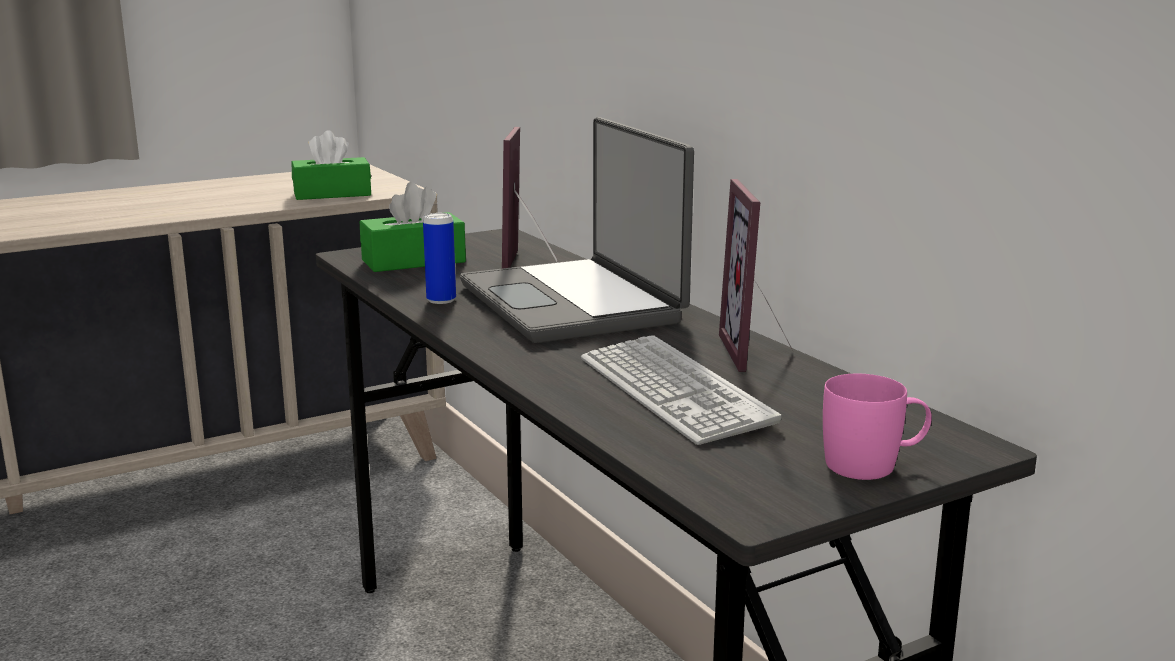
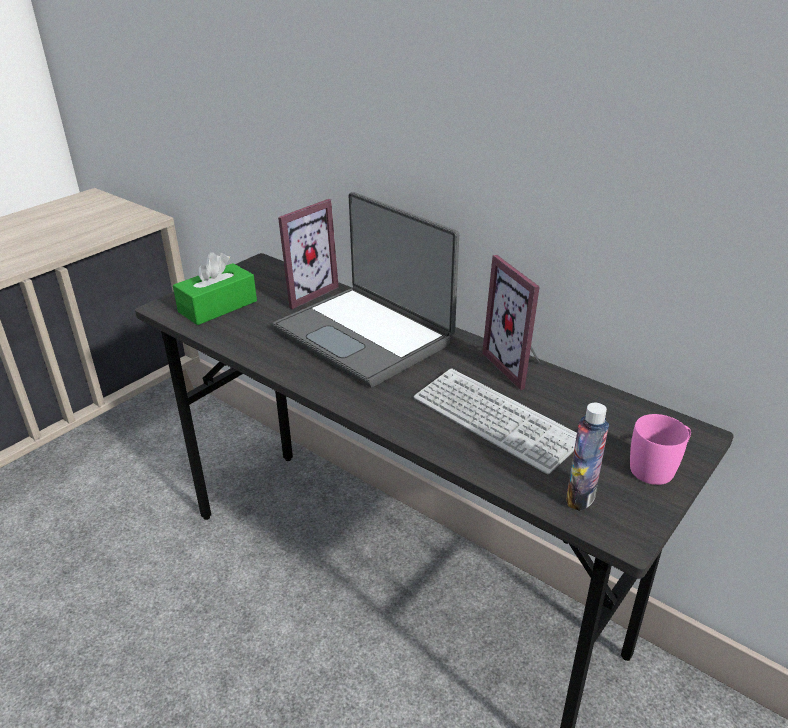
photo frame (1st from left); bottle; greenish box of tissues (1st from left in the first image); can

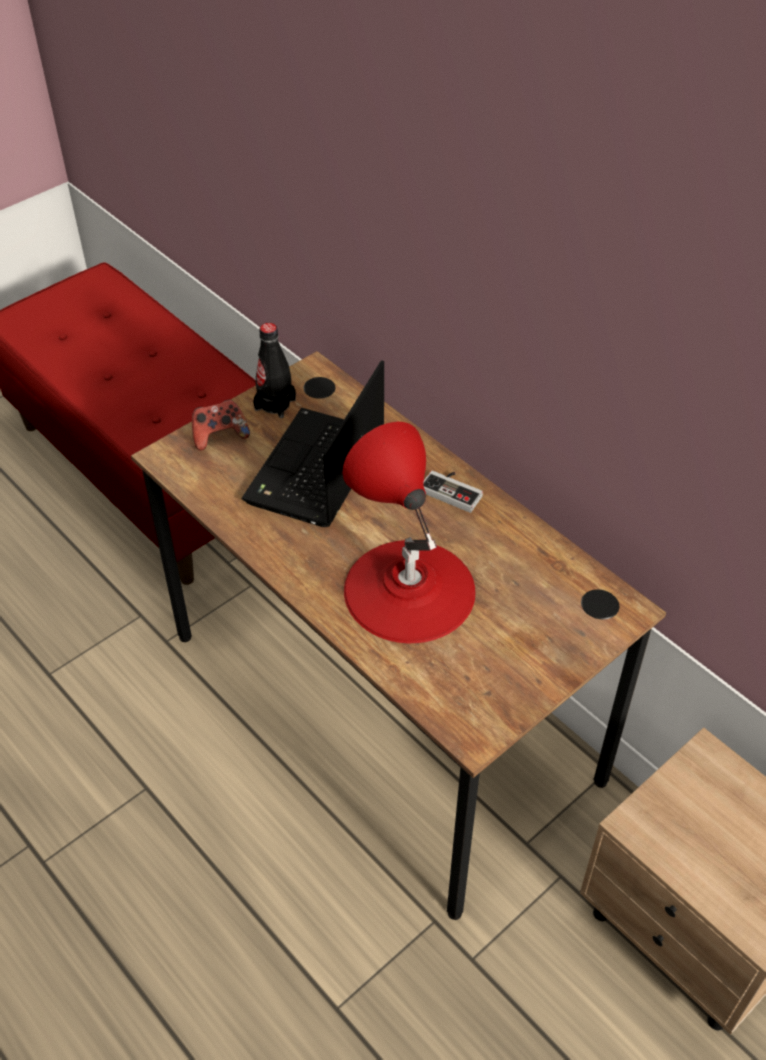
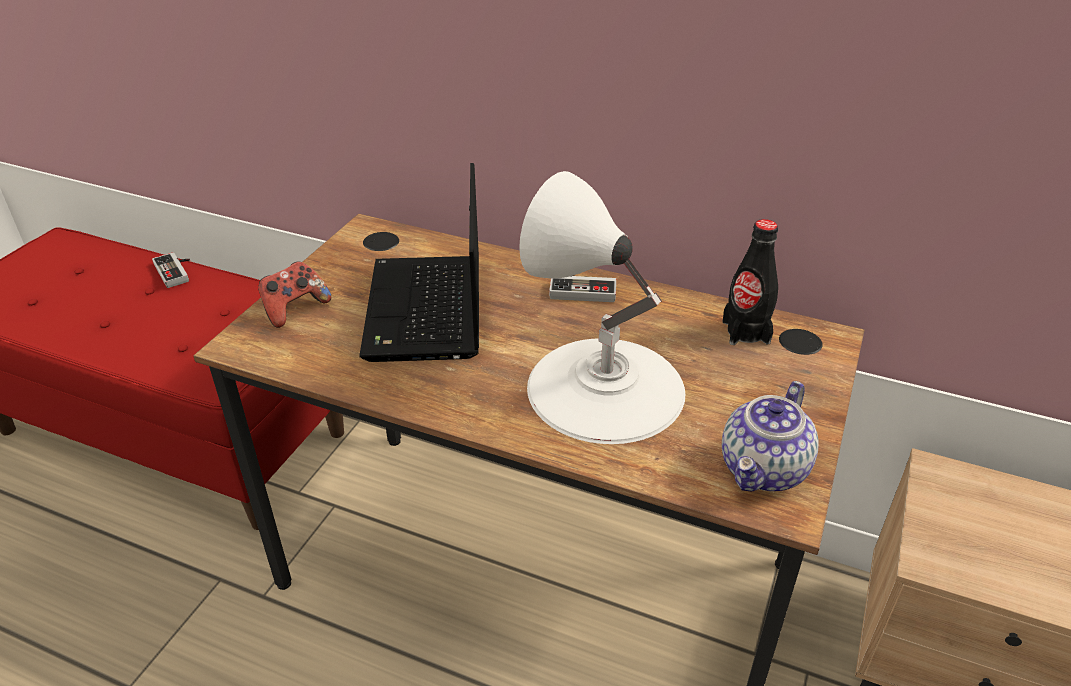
game controller (1st from left); whitish table lamp; black bottle; teapot

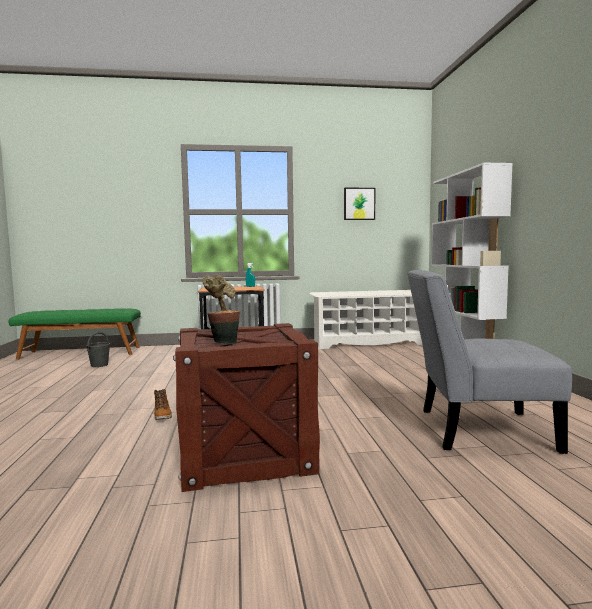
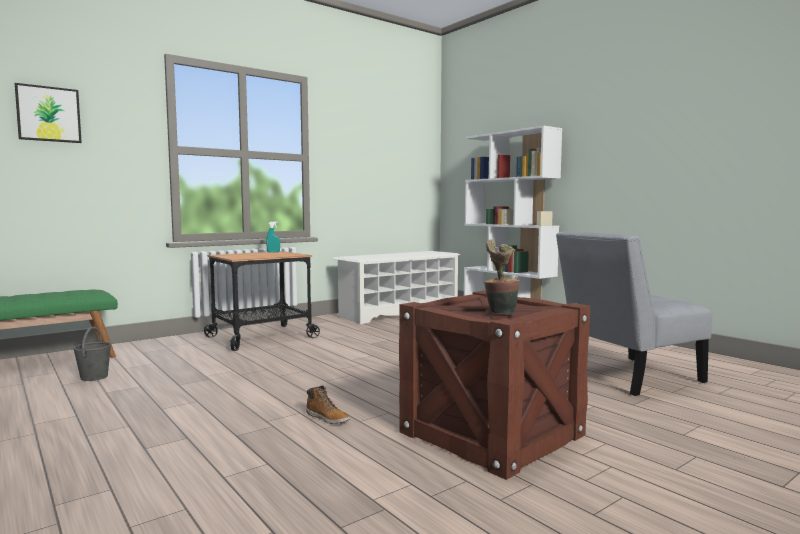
picture

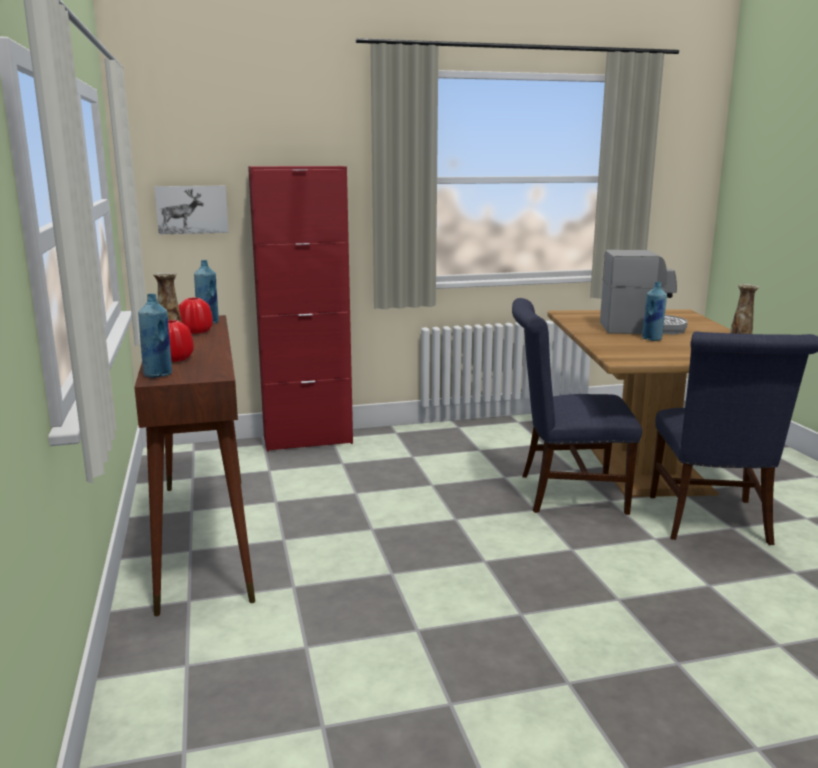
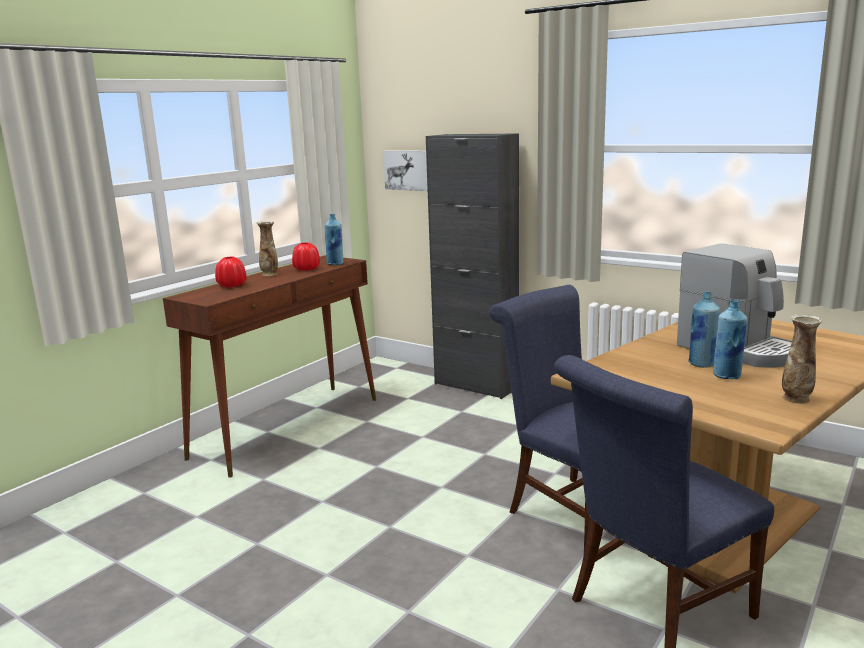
black cabinet; bluish bottle (3rd from left)

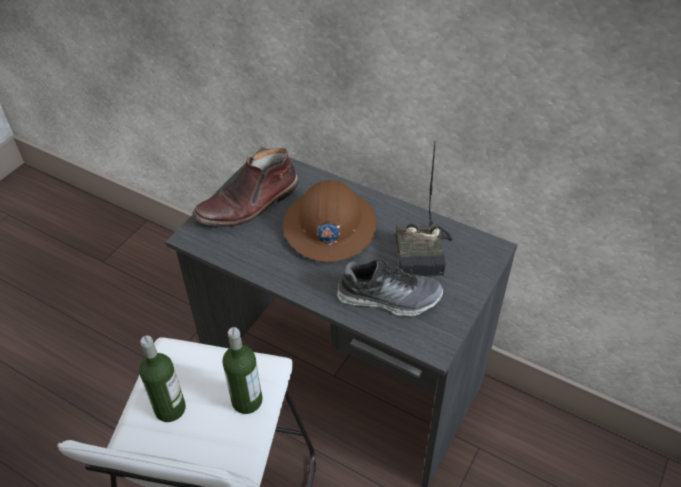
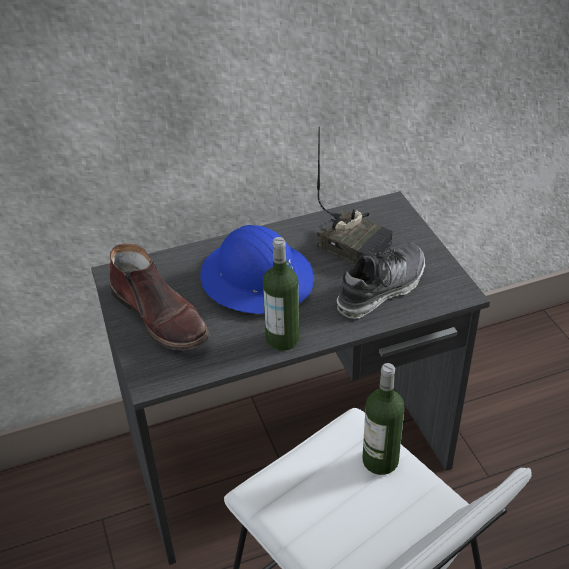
brown high-top boot; bluish hard hat; bottle (1st from left)

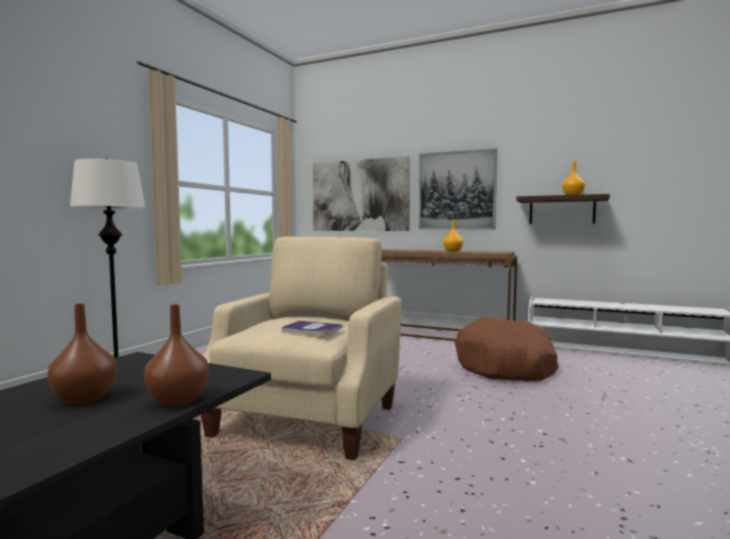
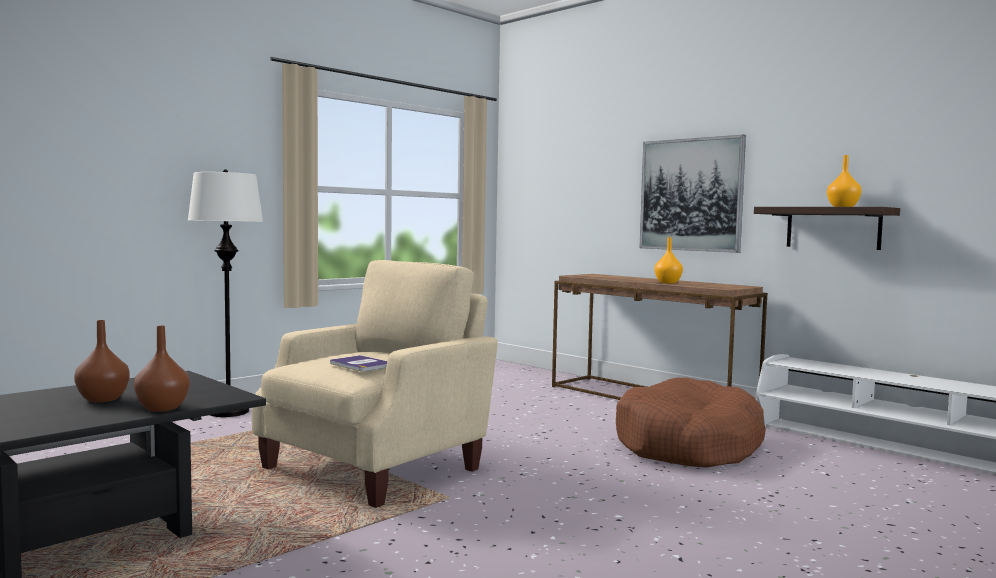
picture (1st from left in the first image)

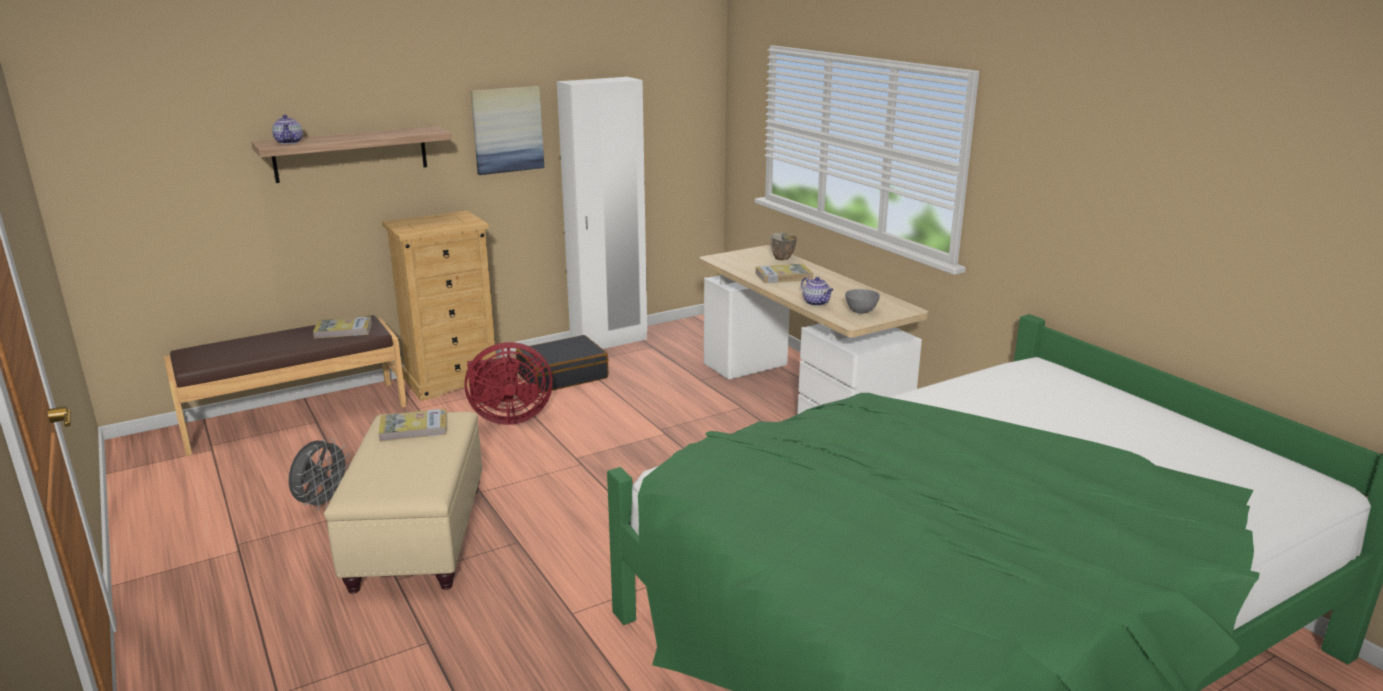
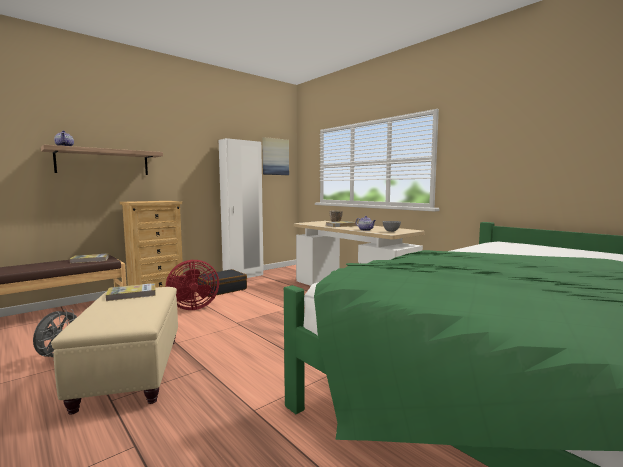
picture

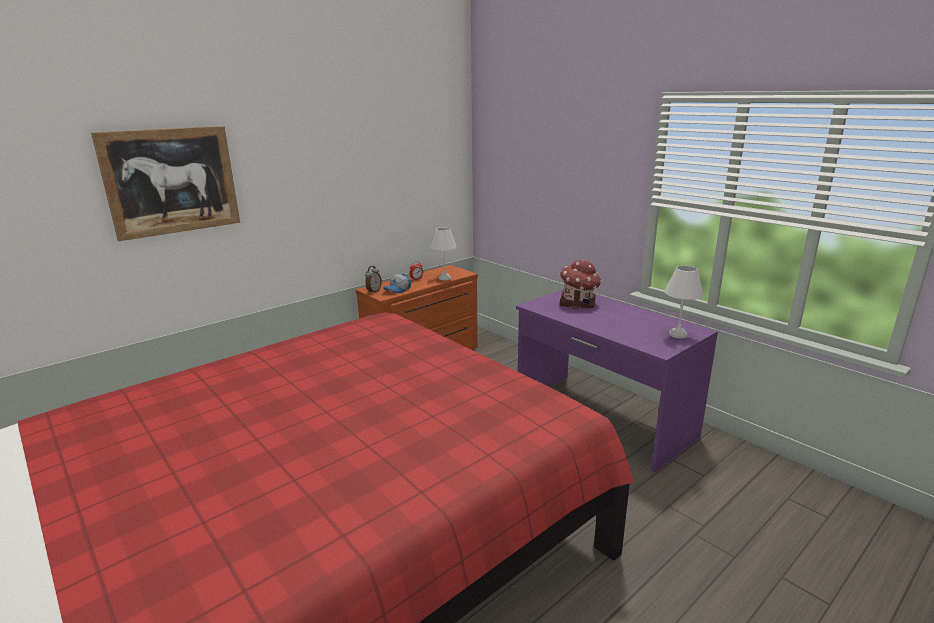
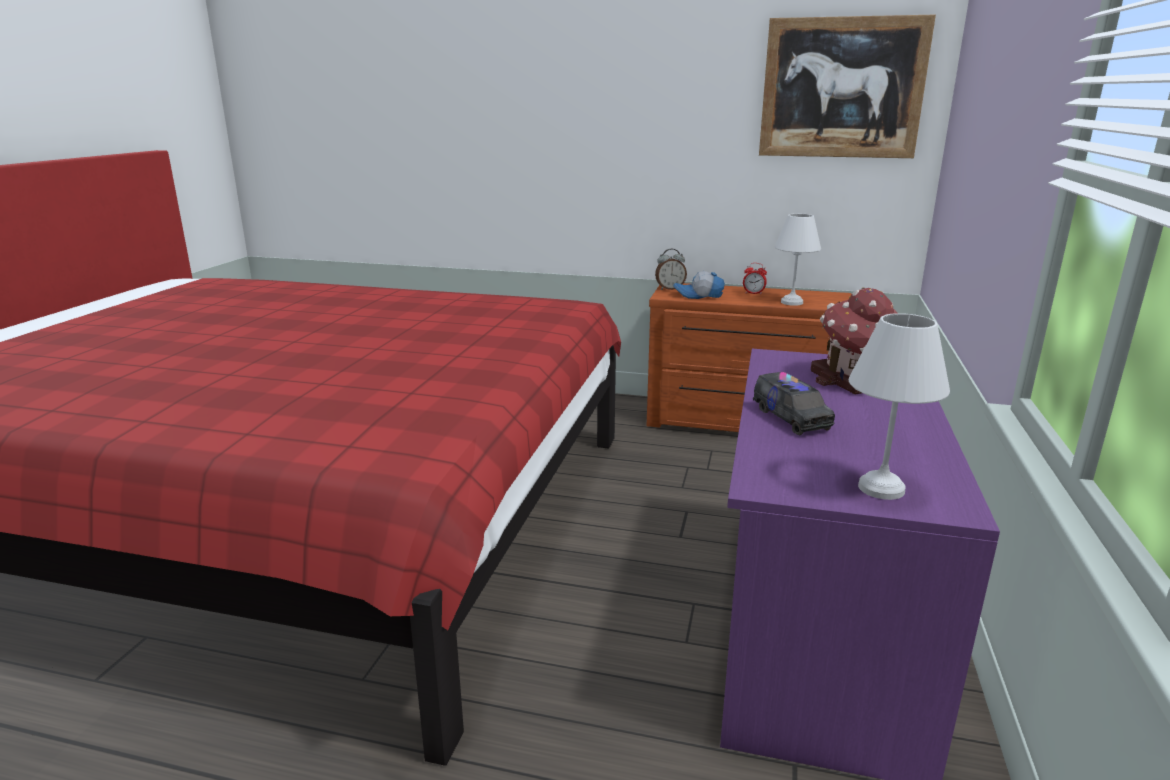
toy lorry; picture

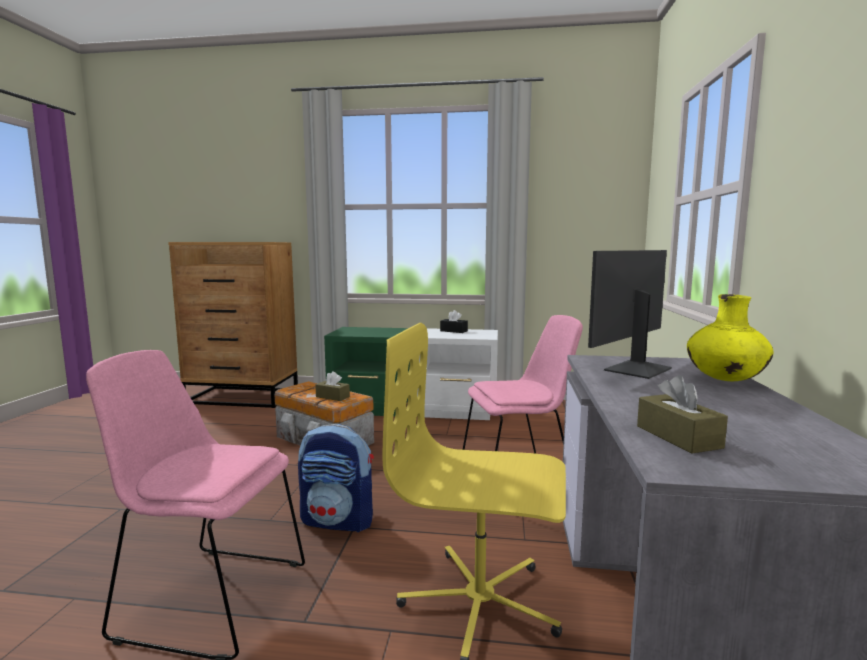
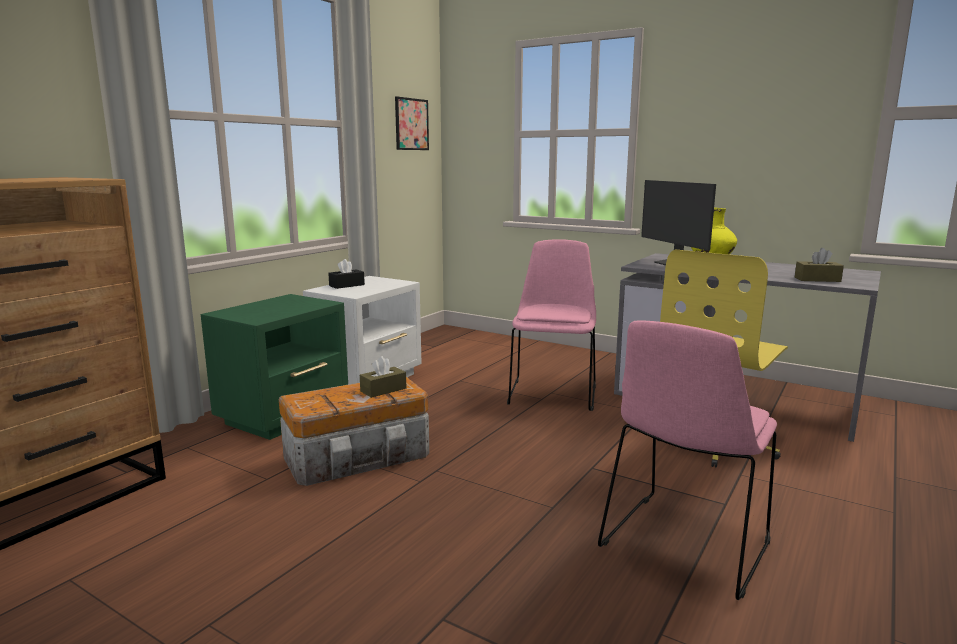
picture; backpack

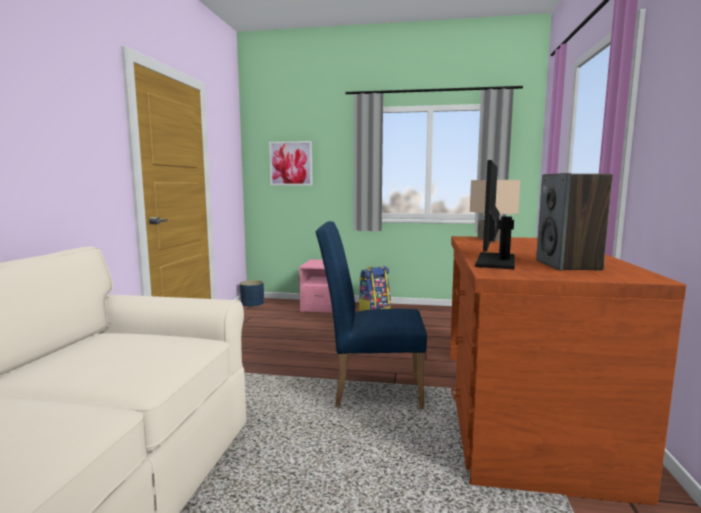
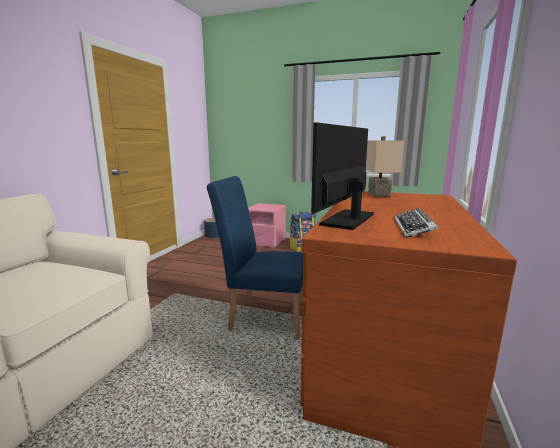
computer keyboard; picture

